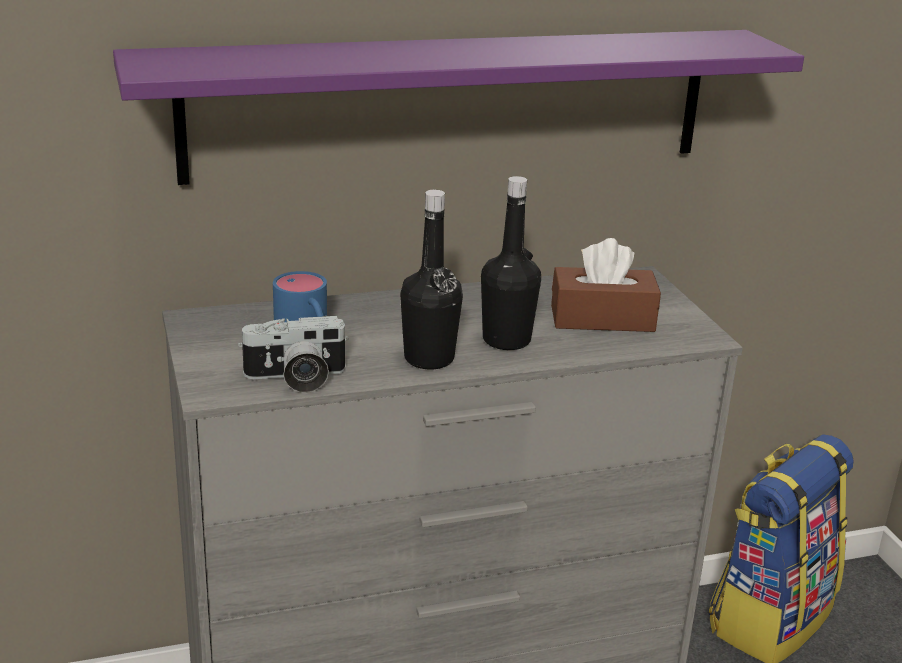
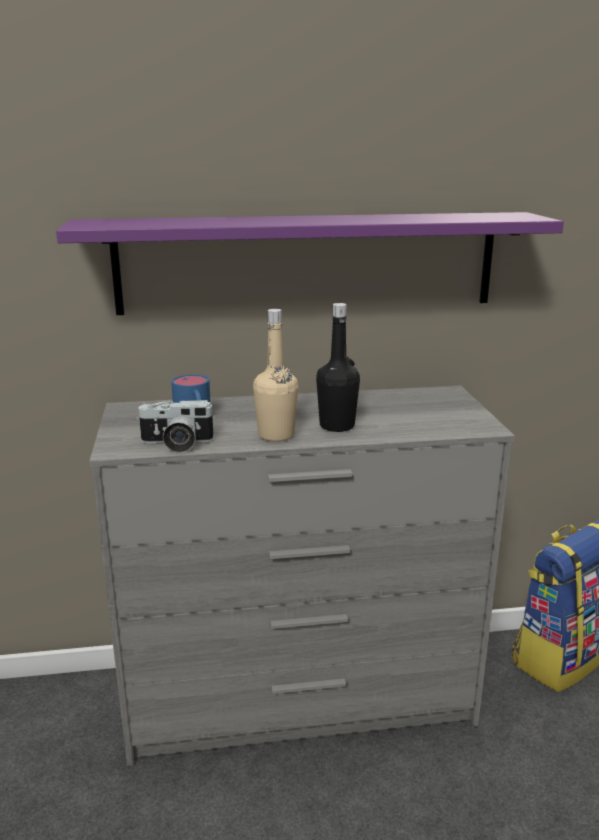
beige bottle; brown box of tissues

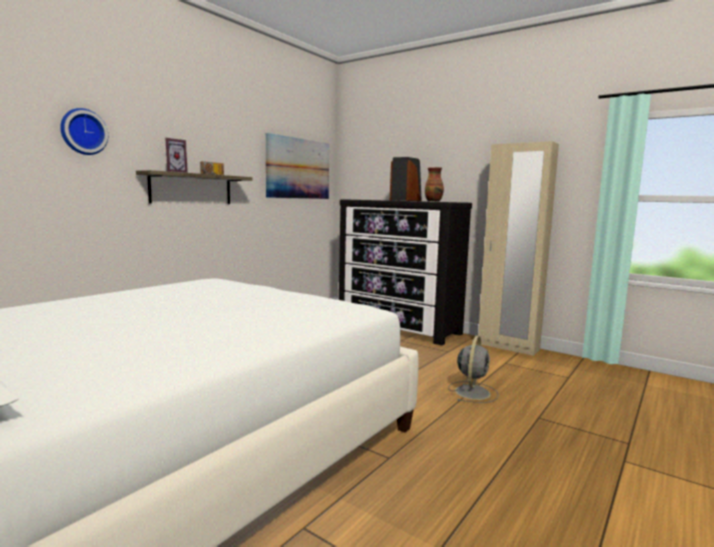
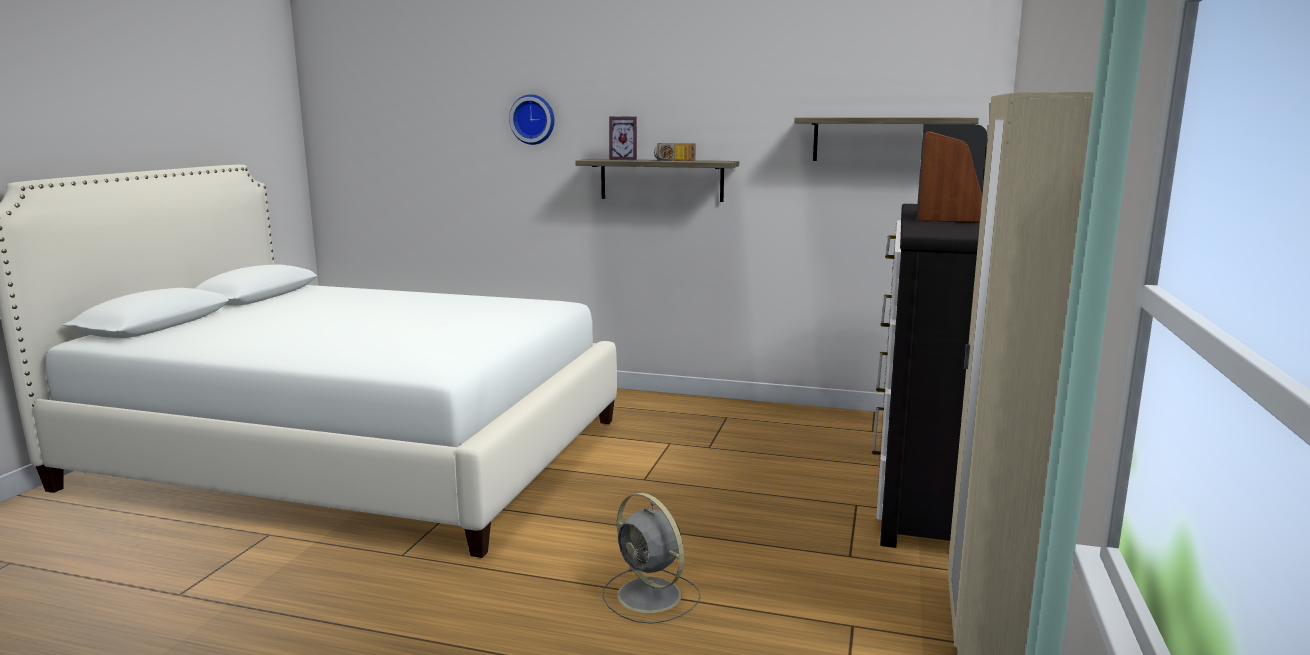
gray cooling fan; wall shelf (2nd from left); flower vase

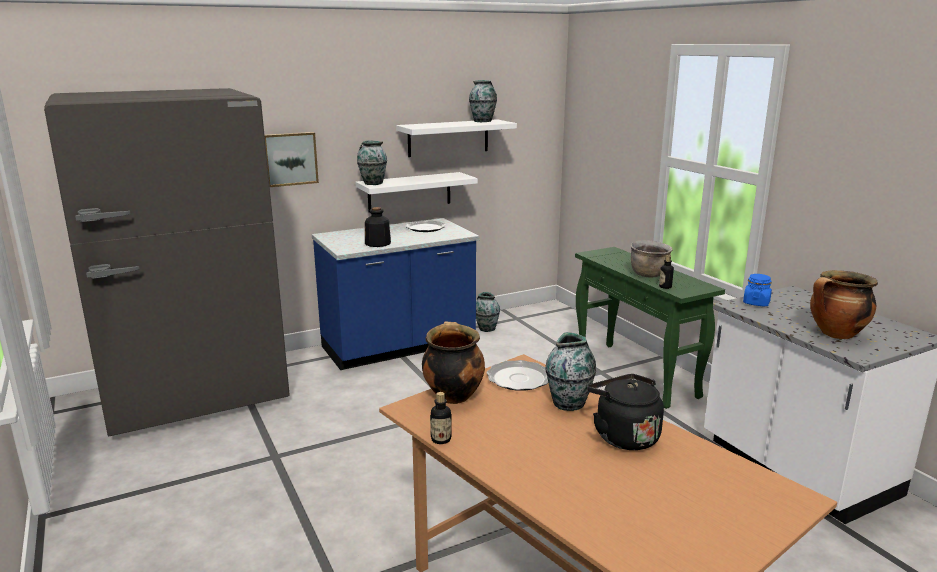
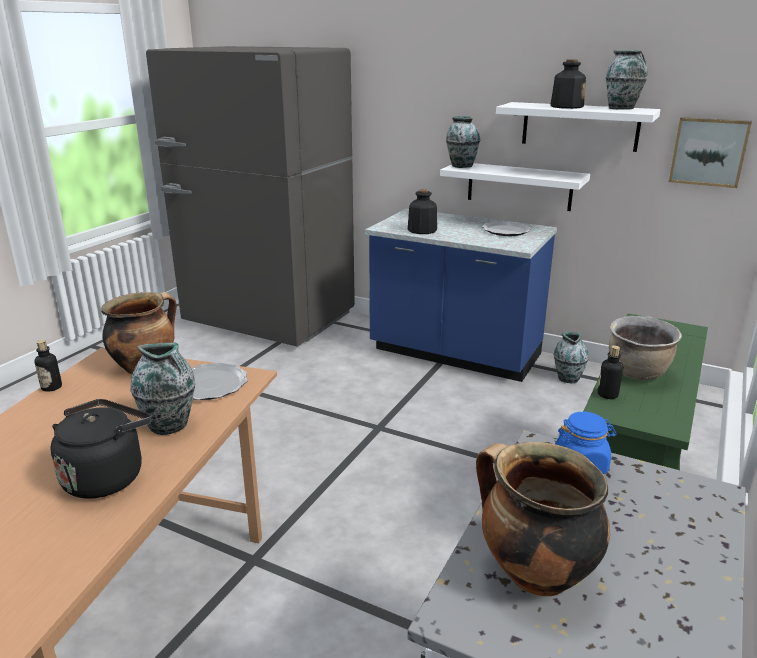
bottle (3rd from left); picture

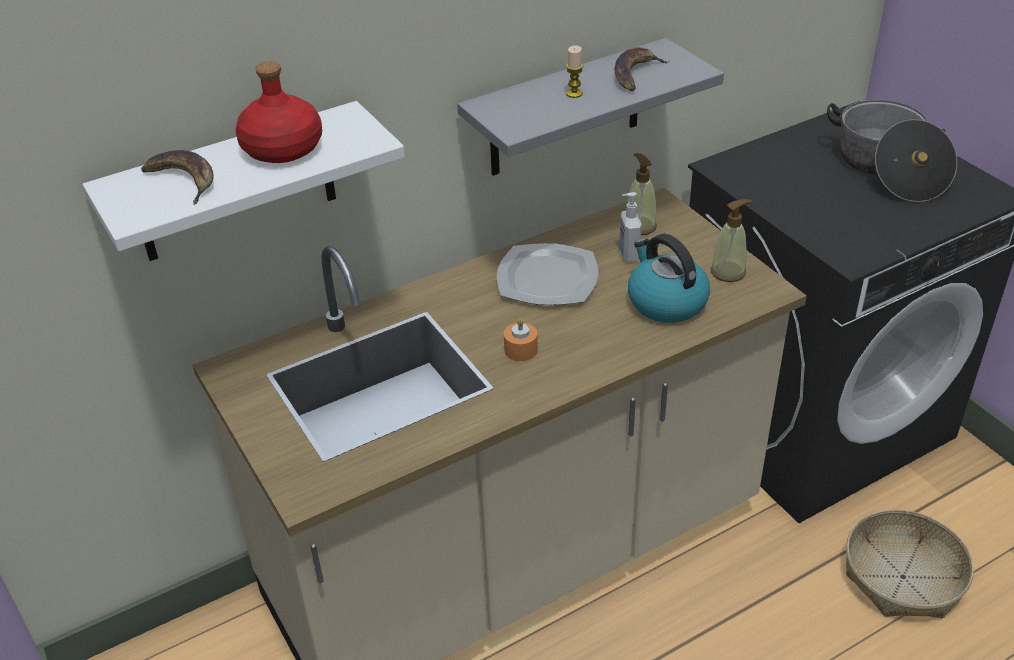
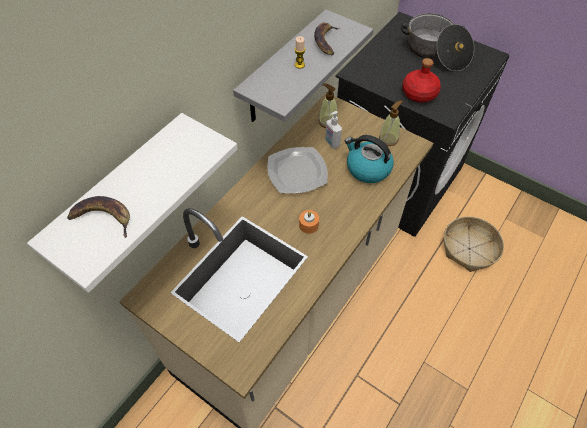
red bottle

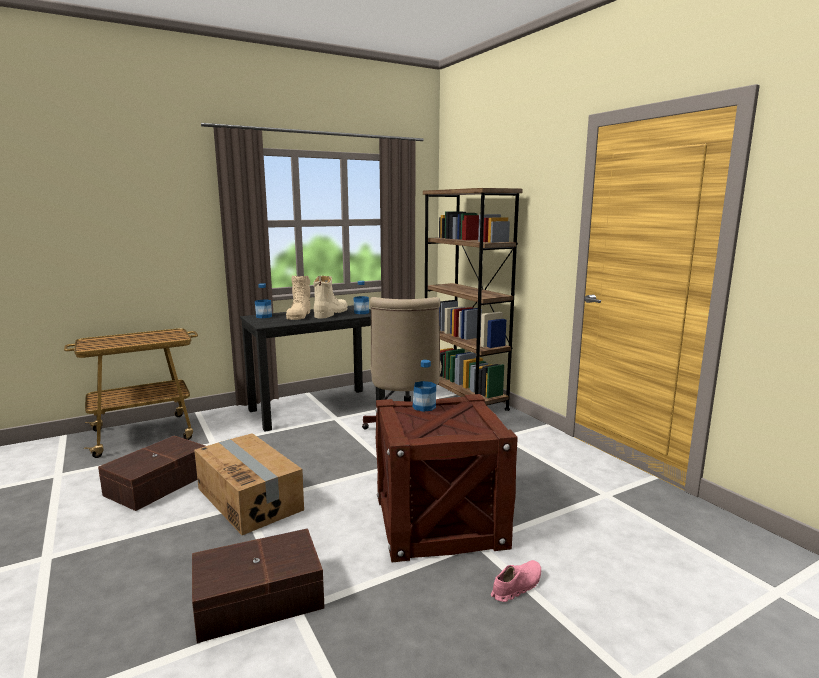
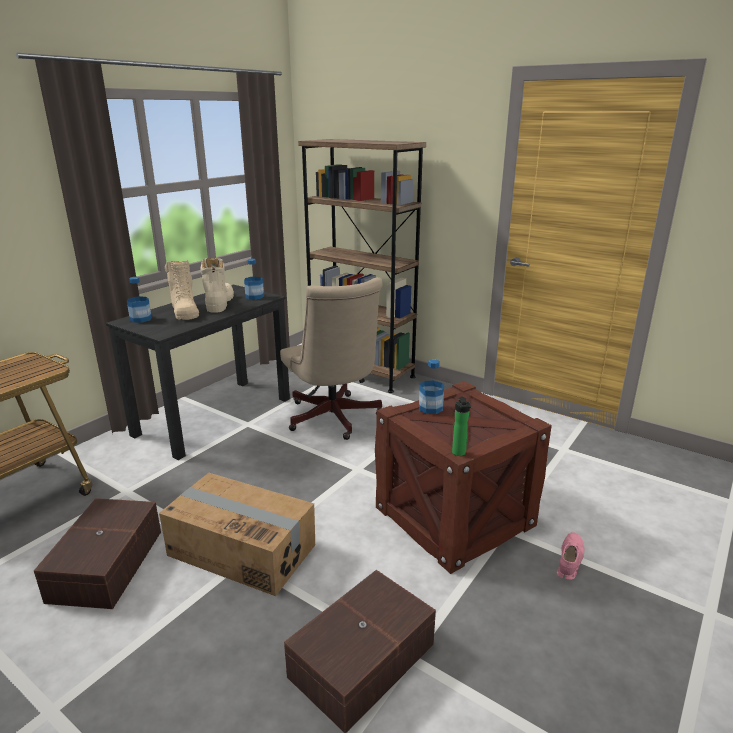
bottle (4th from left)

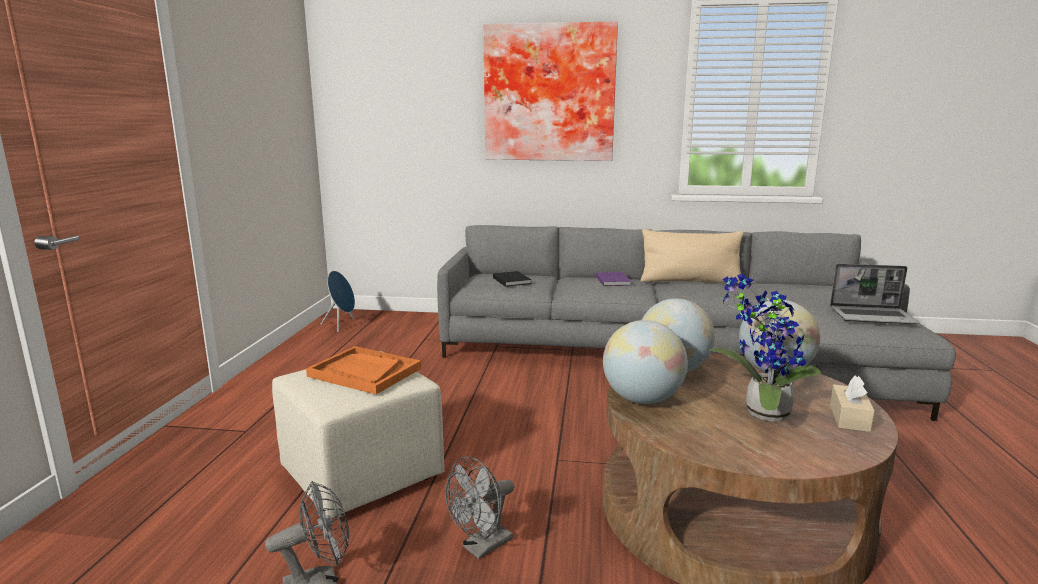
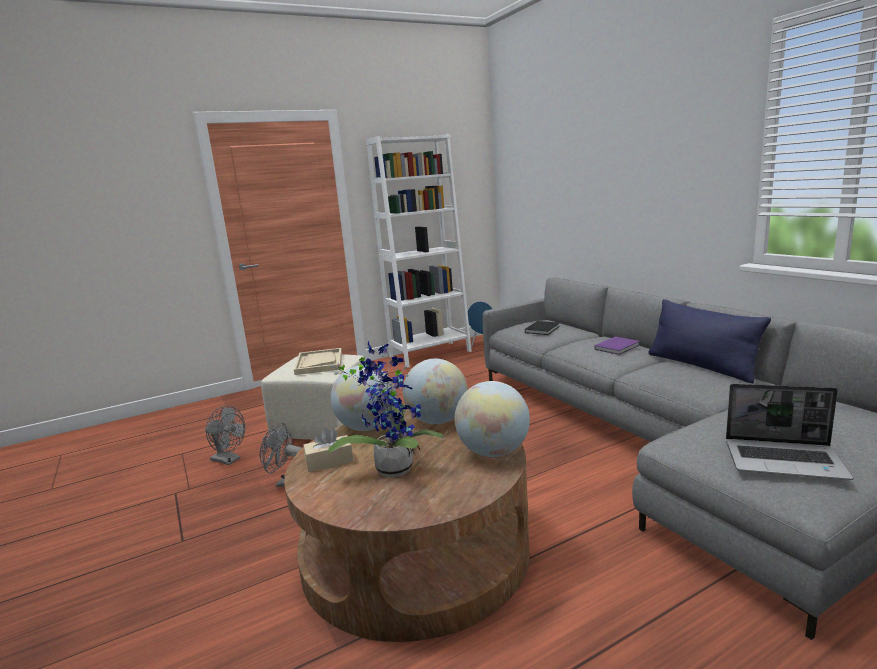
beige serving tray; beige box of tissues; whitish shelving unit; bluish cushion; portable computer; picture

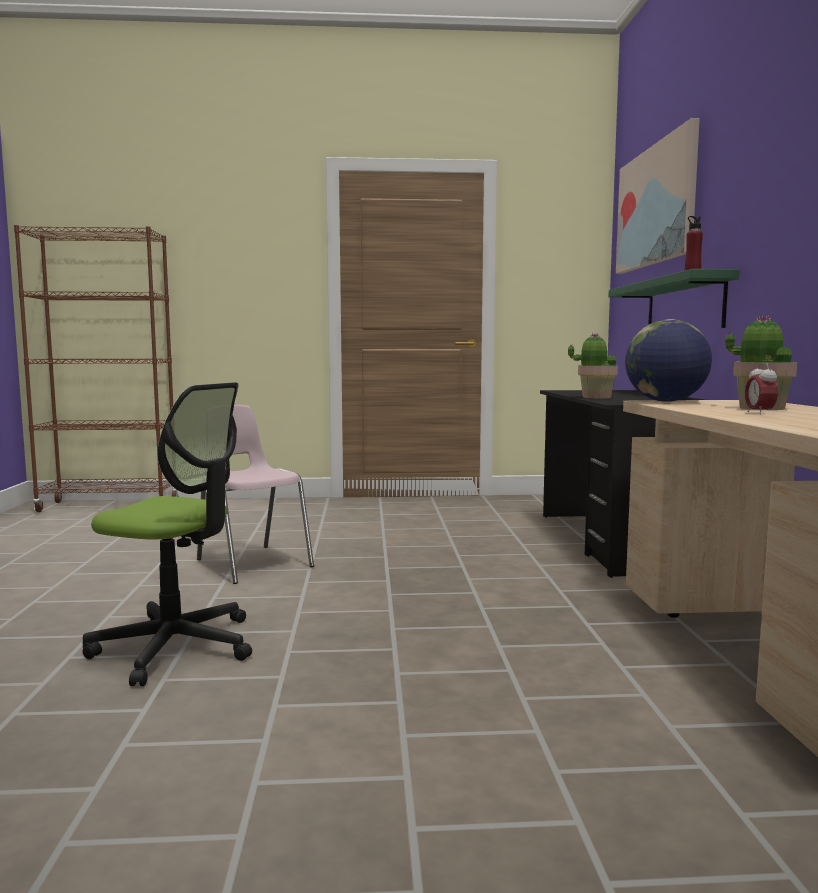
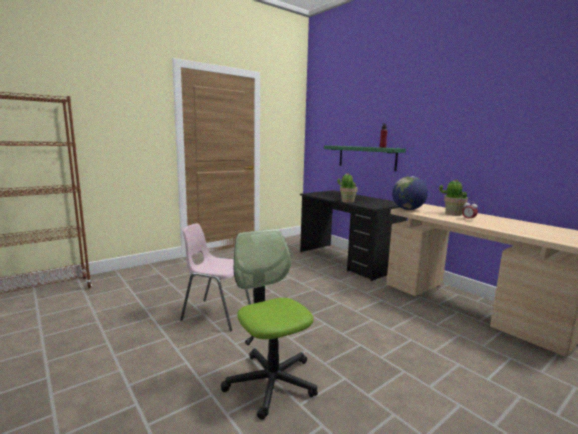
office chair; picture

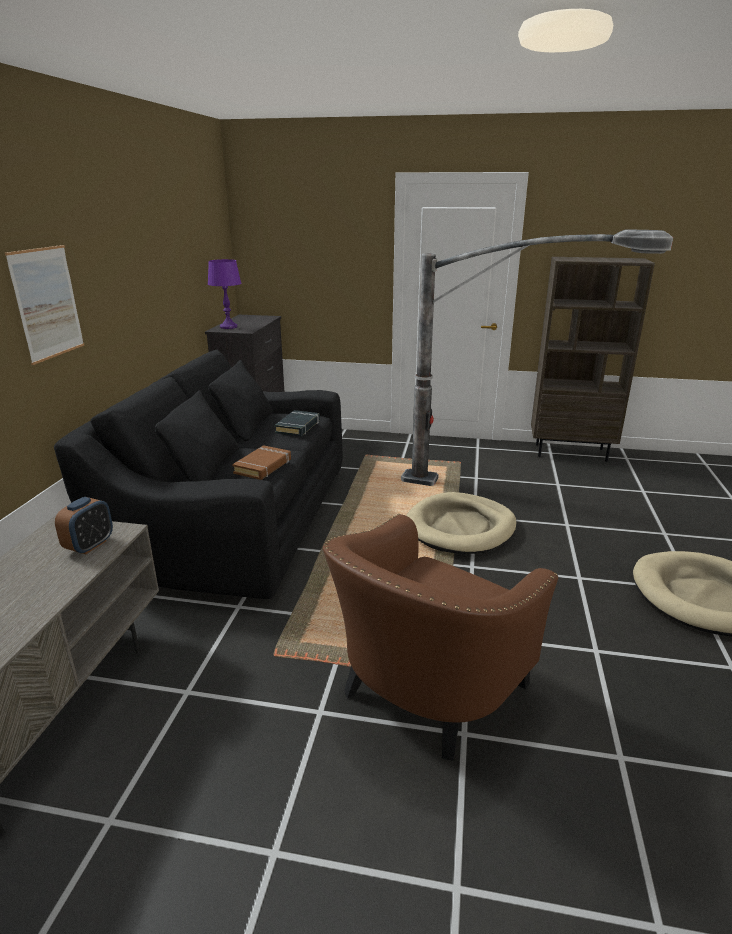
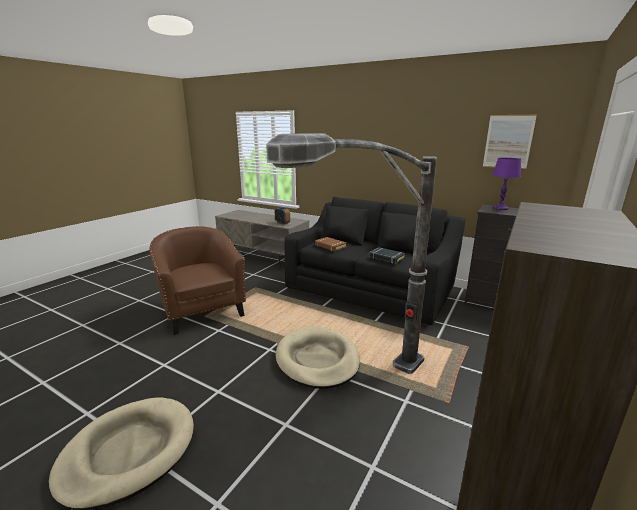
picture

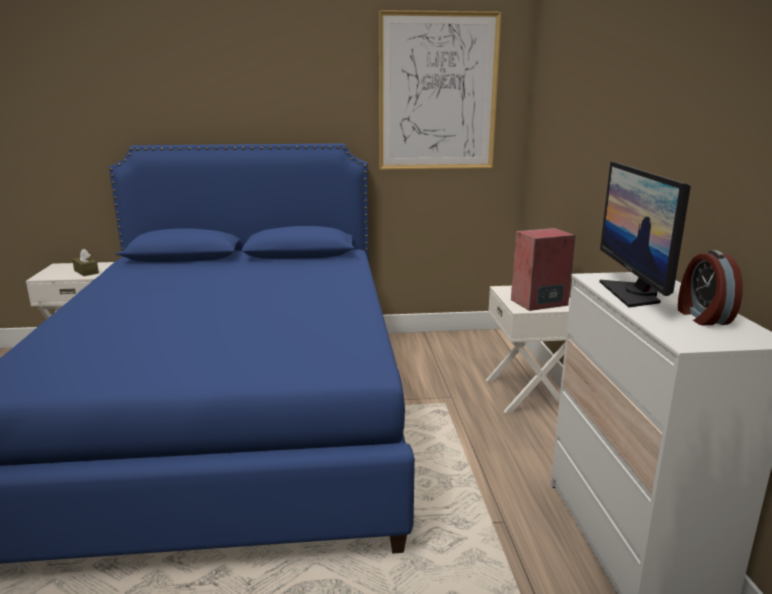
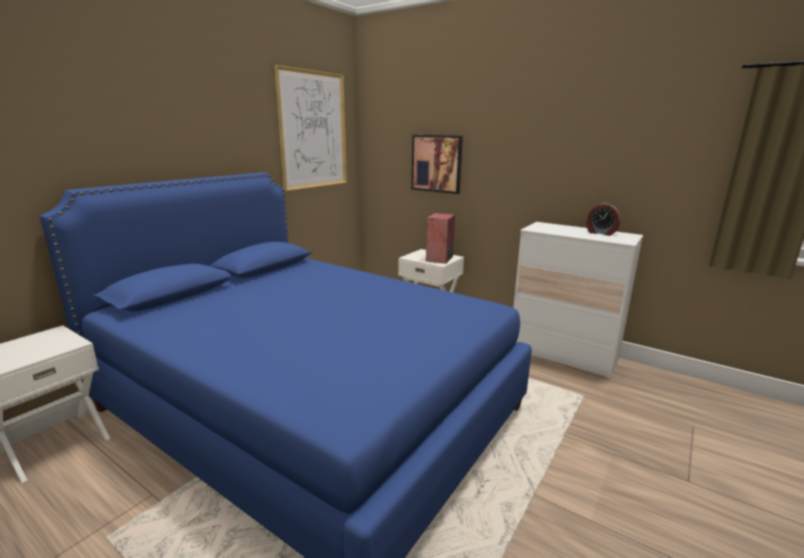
picture (2nd from left); brown box of tissues; computer display

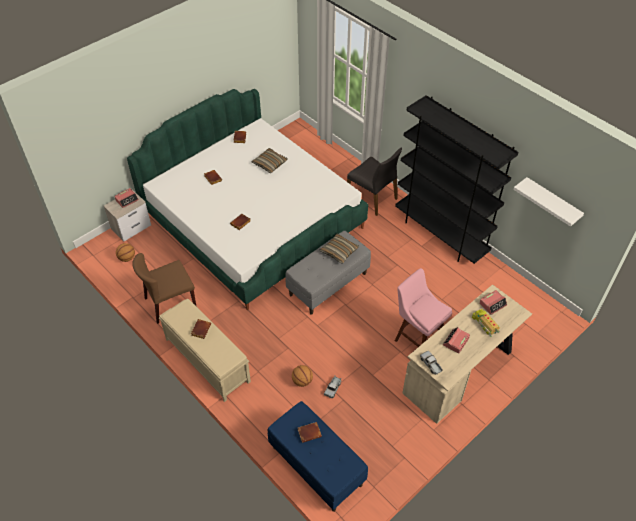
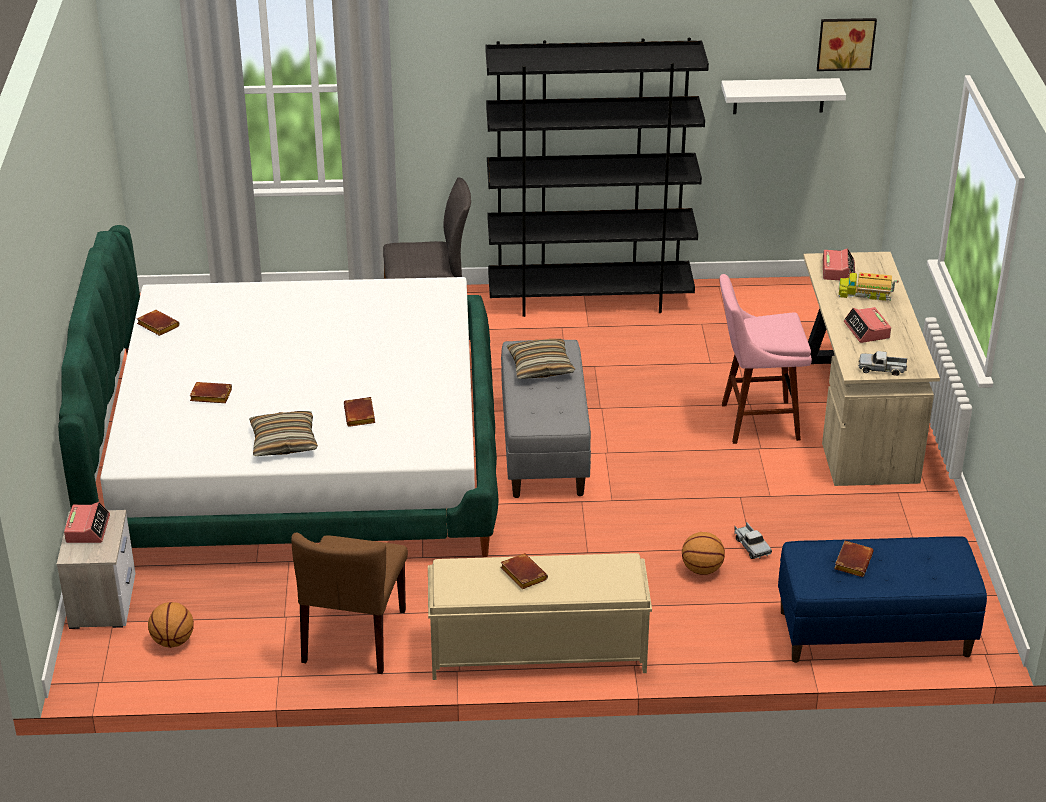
cushion (1st from left); picture

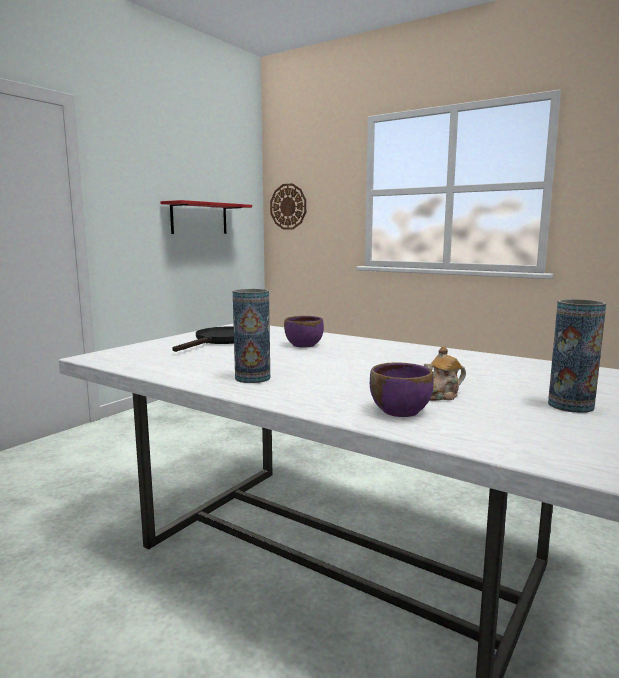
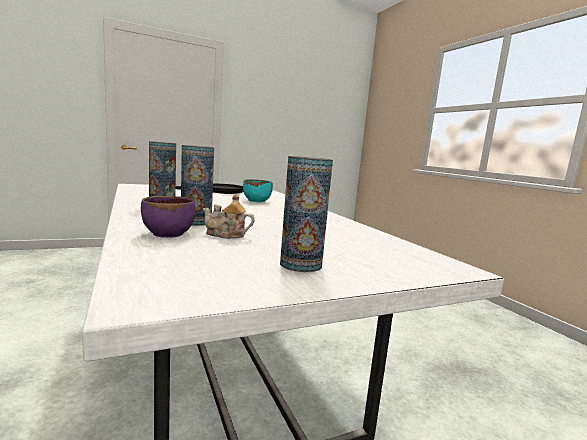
flower vase (2nd from left); turquoise serving bowl; red wall shelf; wall clock

